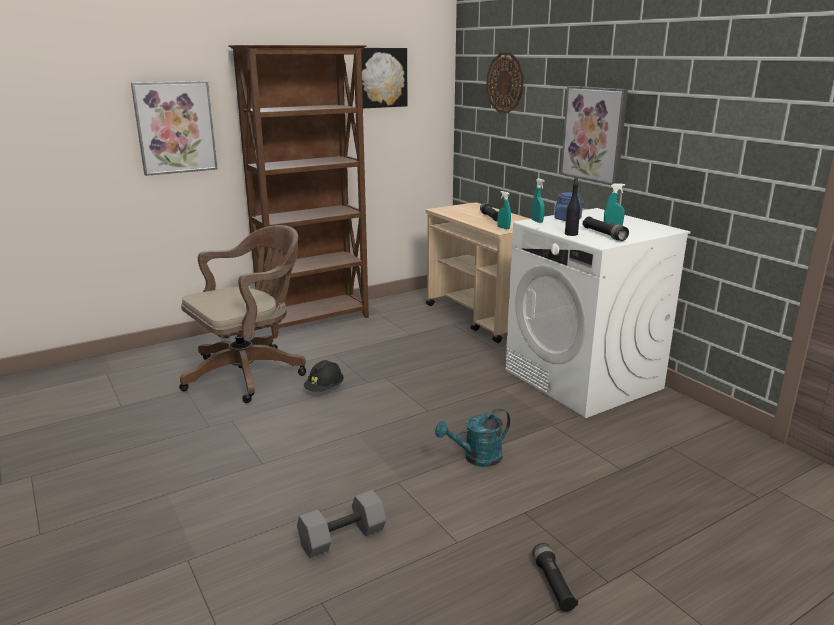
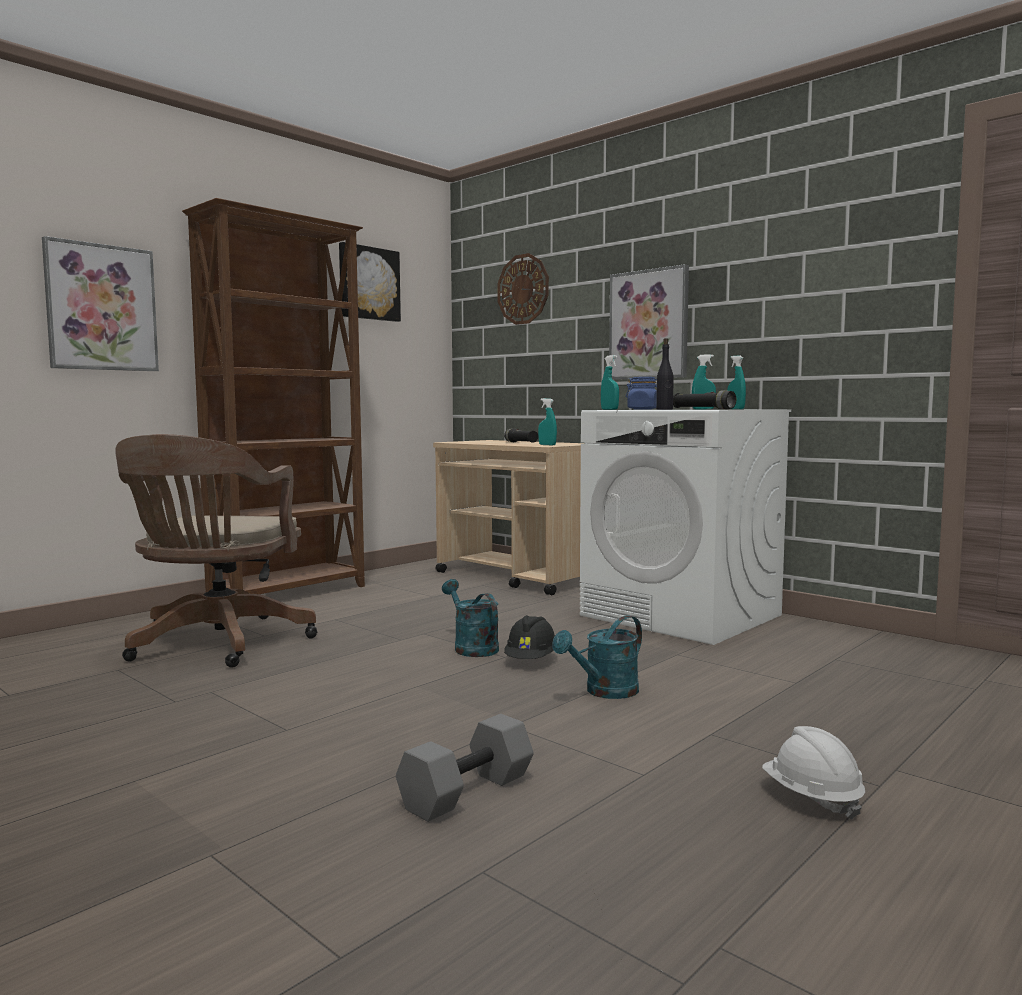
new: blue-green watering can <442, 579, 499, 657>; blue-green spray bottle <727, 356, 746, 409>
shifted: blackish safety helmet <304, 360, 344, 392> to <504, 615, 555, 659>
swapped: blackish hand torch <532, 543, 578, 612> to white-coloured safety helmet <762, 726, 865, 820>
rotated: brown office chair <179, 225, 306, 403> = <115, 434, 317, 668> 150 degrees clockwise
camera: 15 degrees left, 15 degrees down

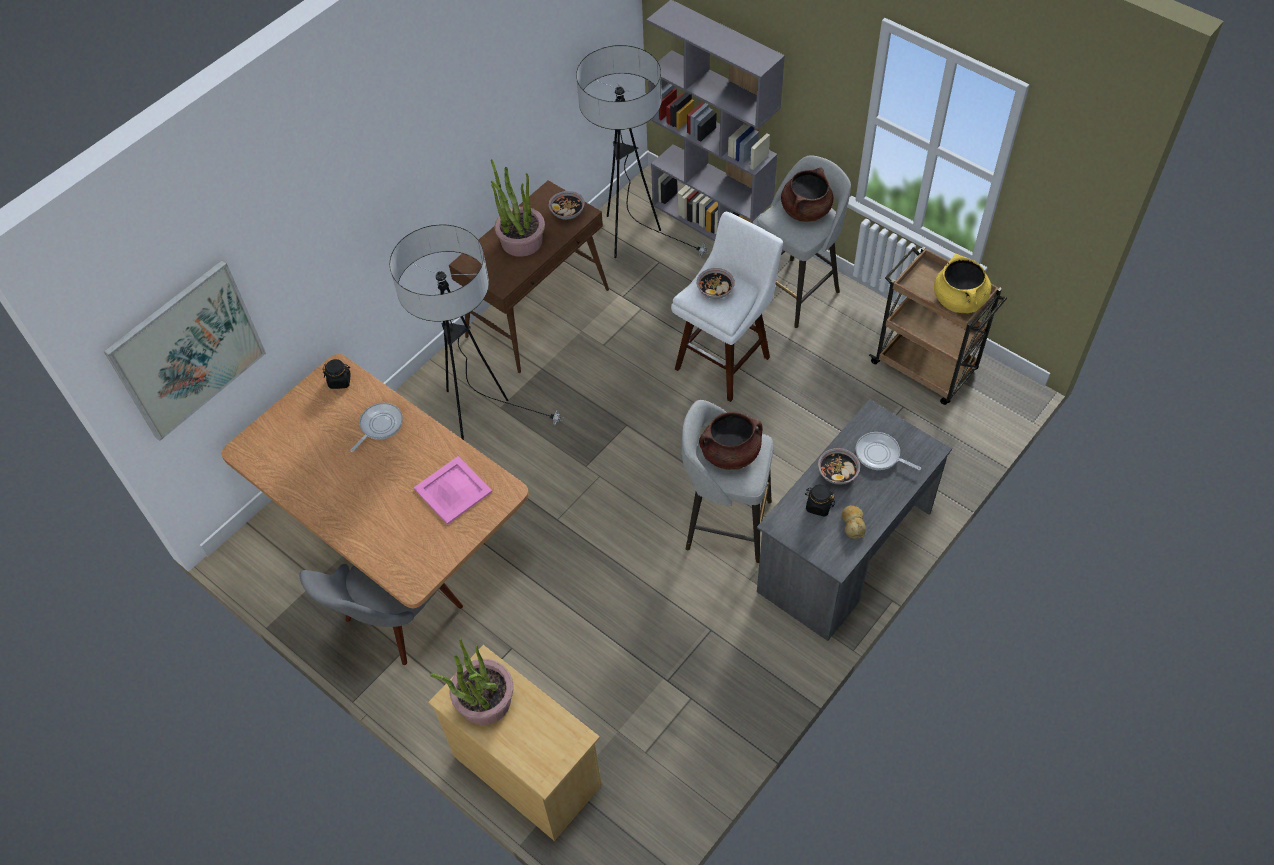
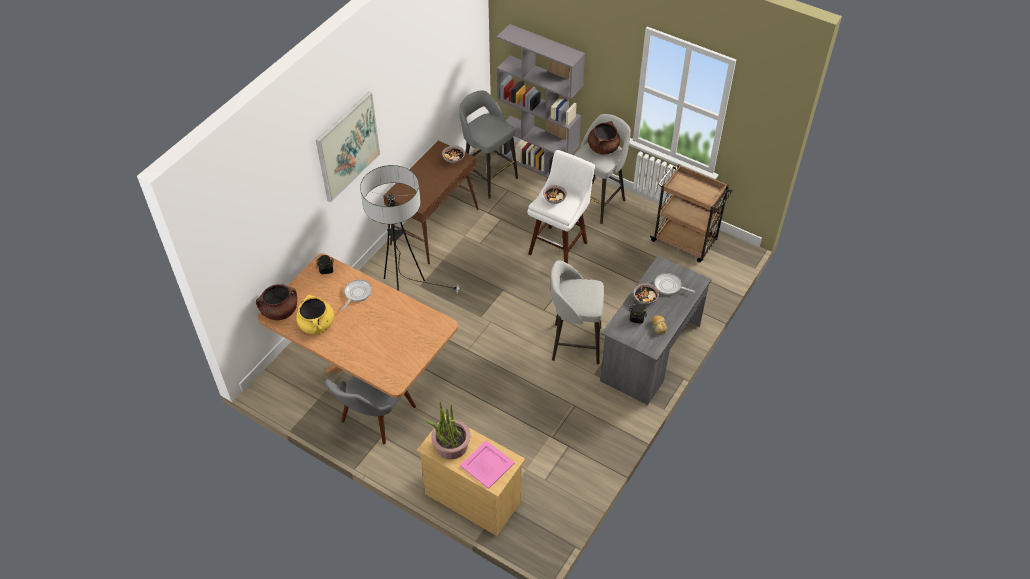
gone: potted plant <491, 159, 545, 257>
shifted: picture <104, 260, 266, 441> to <316, 92, 380, 202>; pinkish tray <414, 456, 492, 525> to <460, 441, 515, 489>; brown cooking pot <699, 412, 763, 470> to <256, 284, 297, 320>; yellow-coloured cooking pot <934, 254, 991, 313> to <296, 294, 334, 334>
swapped: standard lamp <576, 45, 710, 258> to gray sitting stool <459, 90, 518, 199>
camera: 10 degrees left, 5 degrees down

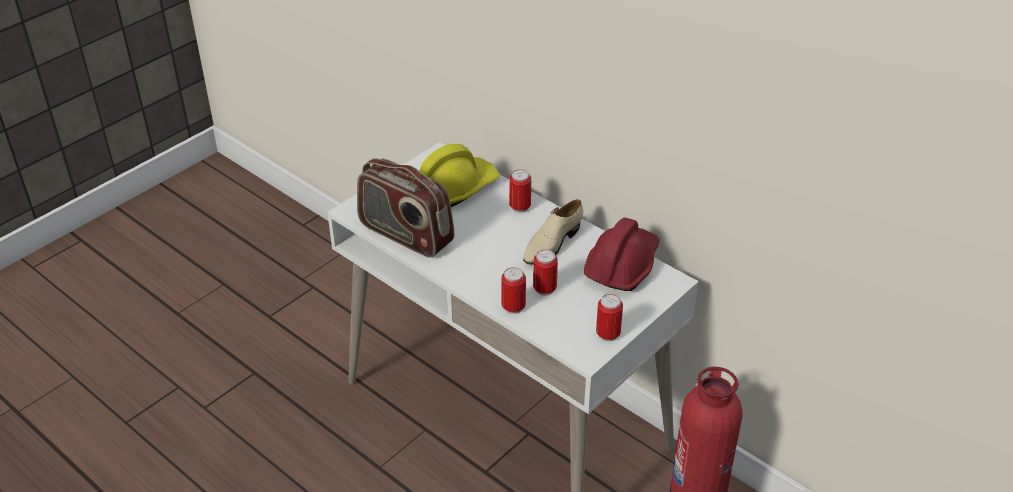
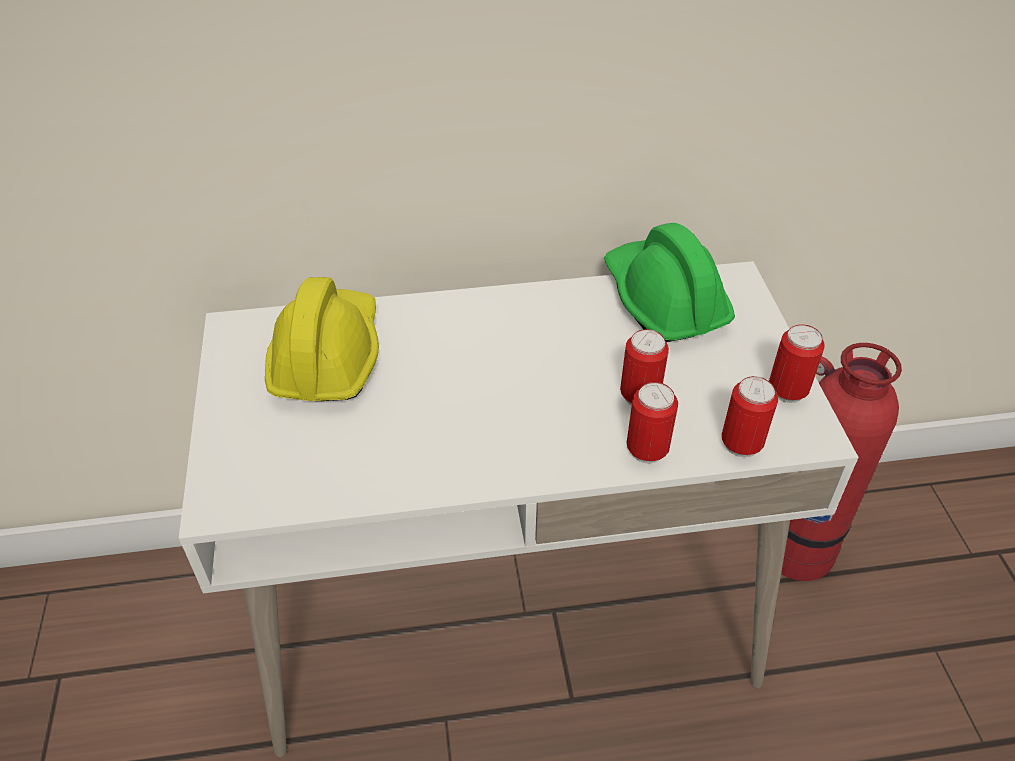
gone: radio <357, 158, 454, 258>; beige-coloured shoe <523, 199, 583, 265>
shifted: metal can <509, 169, 531, 213> to <722, 376, 778, 457>
repainted: reddish safety helmet <584, 218, 660, 291> to green safety helmet <604, 223, 735, 342>
camera: 50 degrees left, 5 degrees up

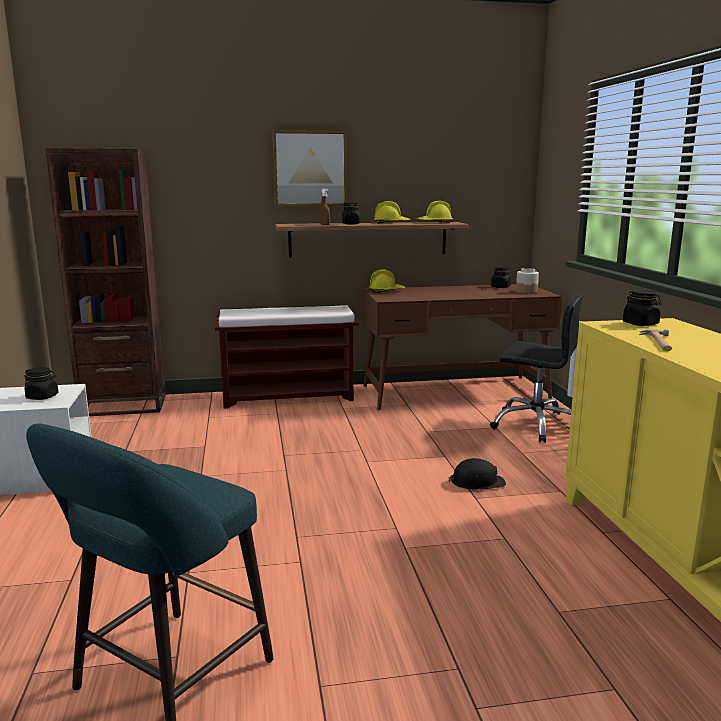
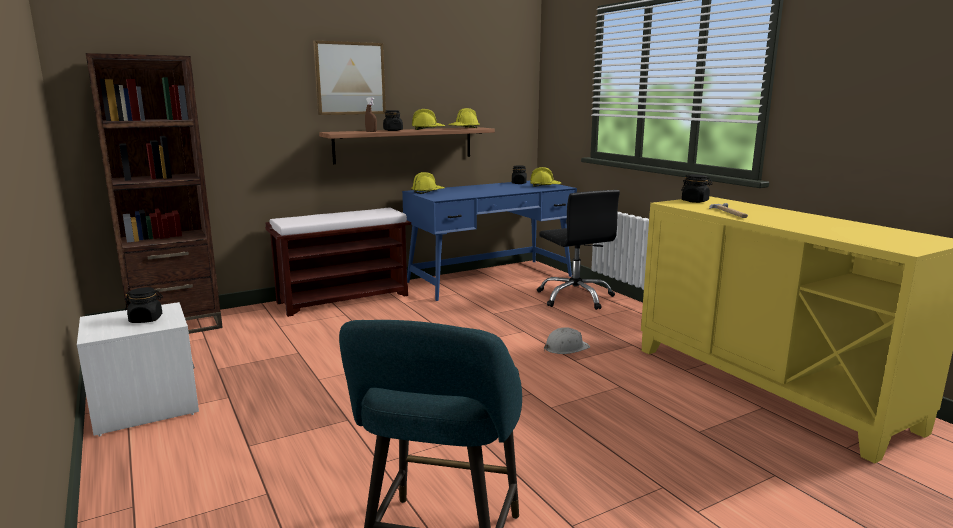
swapped: storage jar <516, 268, 539, 294> to yellow-coloured safety helmet <530, 167, 561, 187>
repainted: brown desk unit <363, 284, 562, 410> to blue desk unit <402, 181, 577, 301>; blackish safety helmet <448, 458, 506, 490> to white-coloured safety helmet <544, 327, 590, 354>
rotated: blackish office chair <490, 295, 583, 443> = <537, 190, 620, 310> 60 degrees clockwise
camera: 20 degrees left, 0 degrees up

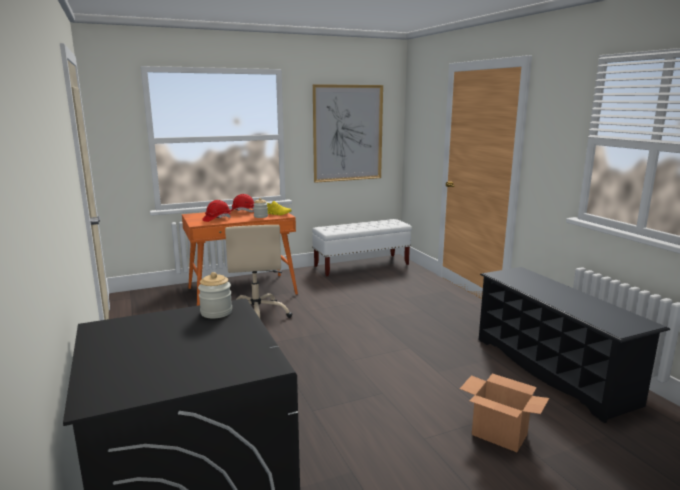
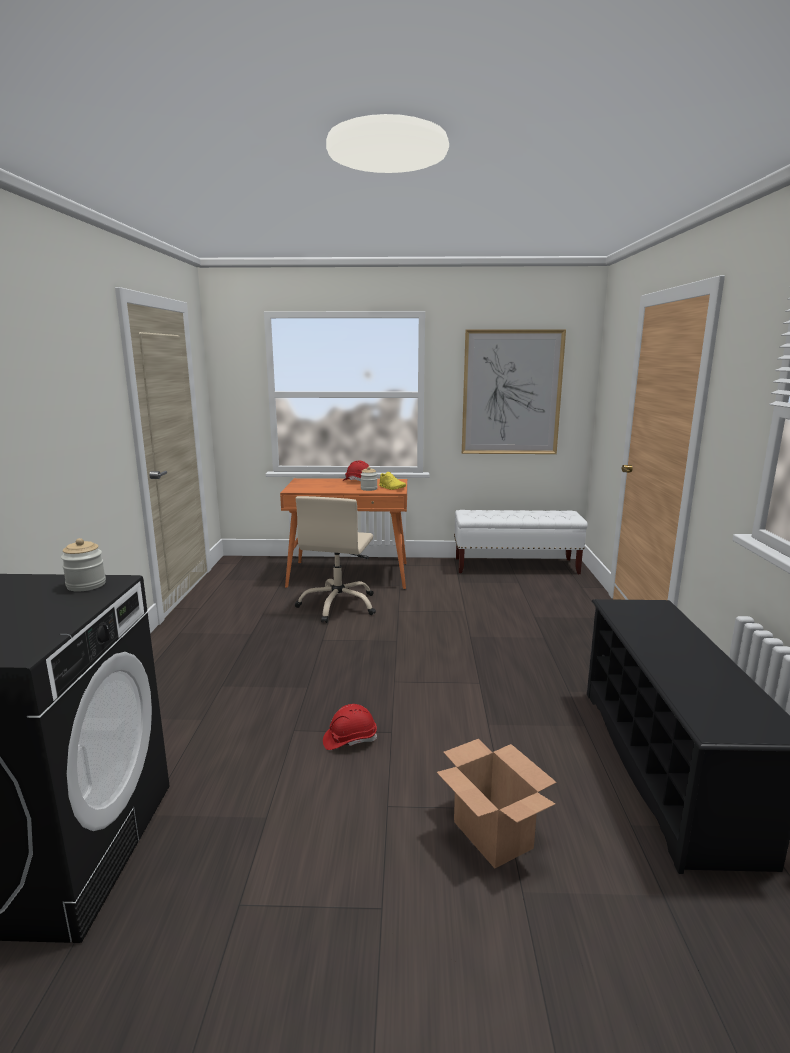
shifted: reddish safety helmet <202, 200, 231, 222> to <323, 704, 377, 750>
camera: 25 degrees right, 0 degrees up

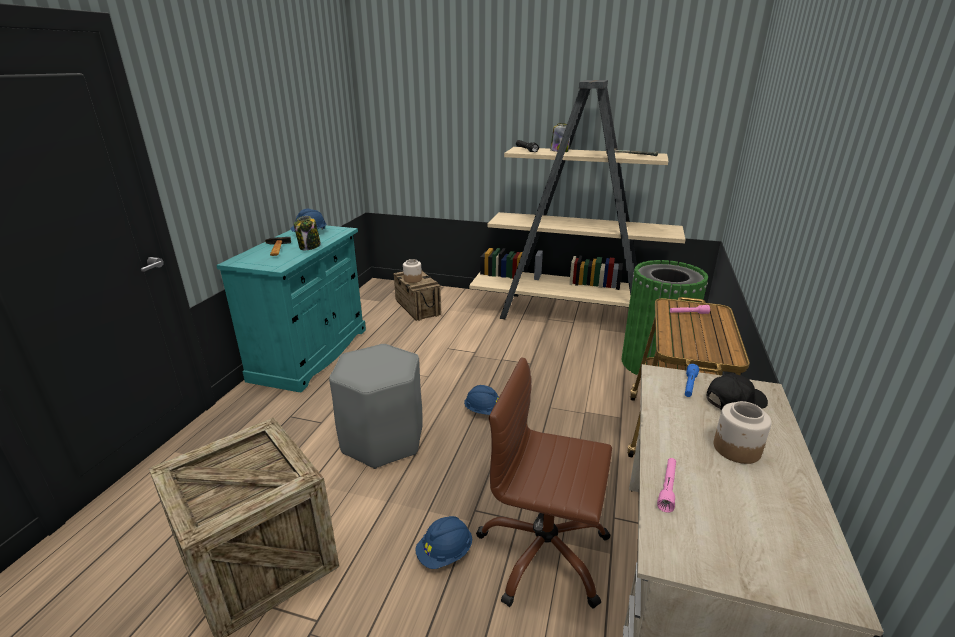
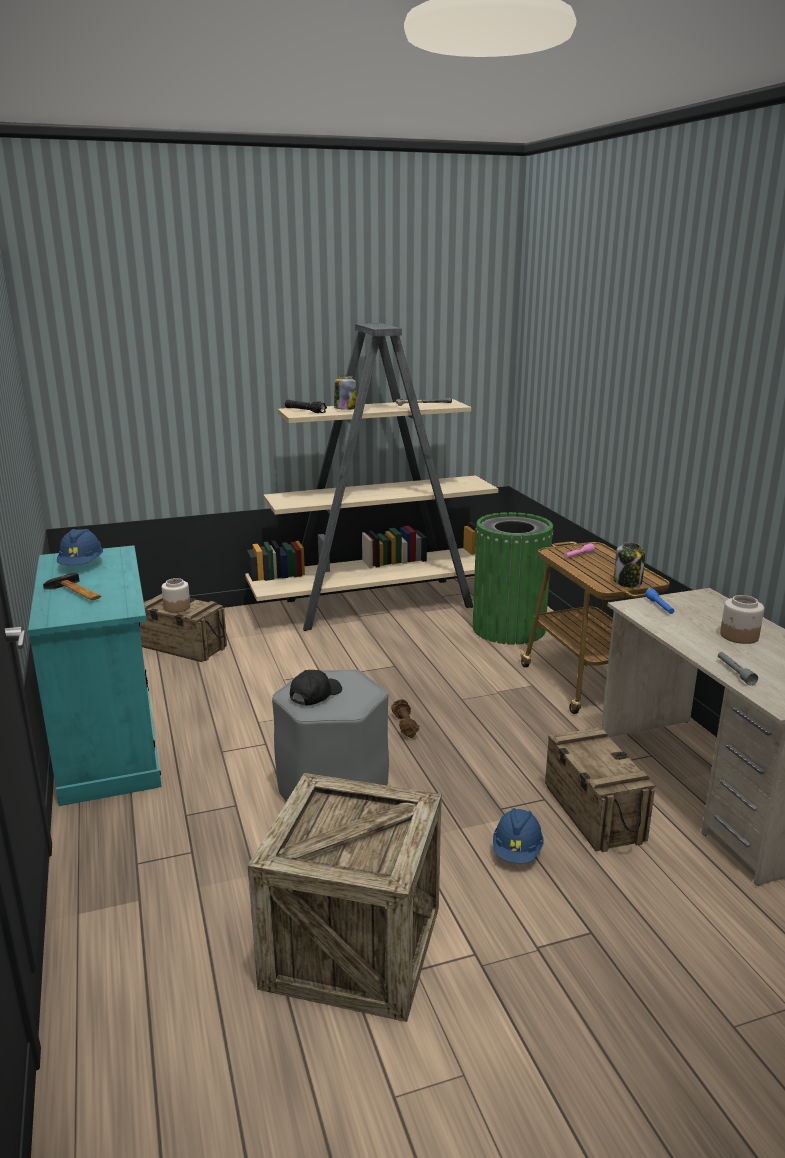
shifted: storage jar <294, 216, 321, 250> to <614, 542, 645, 588>; blackish cap <707, 373, 768, 410> to <290, 670, 342, 706>
swapped: blue safety helmet <464, 385, 499, 415> to brown hand weight <391, 699, 419, 738>; brown office chair <476, 358, 612, 608> to shipping crate <545, 727, 655, 852>
repainted: pinkish hand torch <657, 458, 676, 513> to gray hand torch <718, 652, 758, 685>
camera: 35 degrees left, 5 degrees down

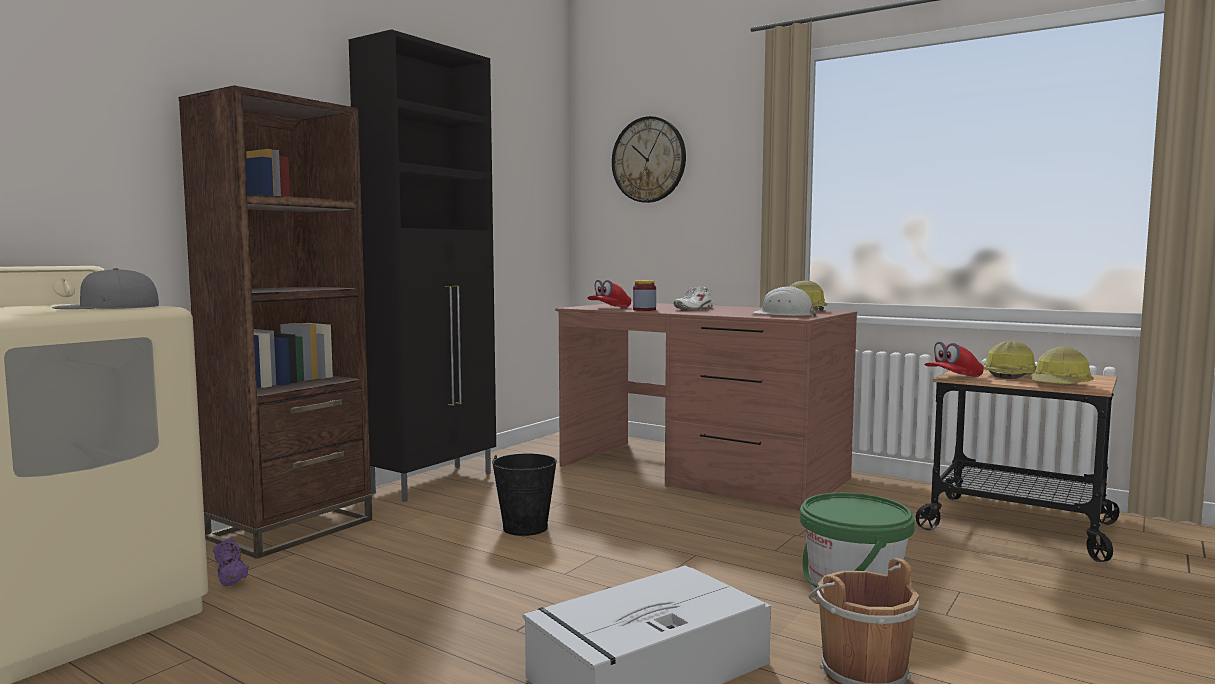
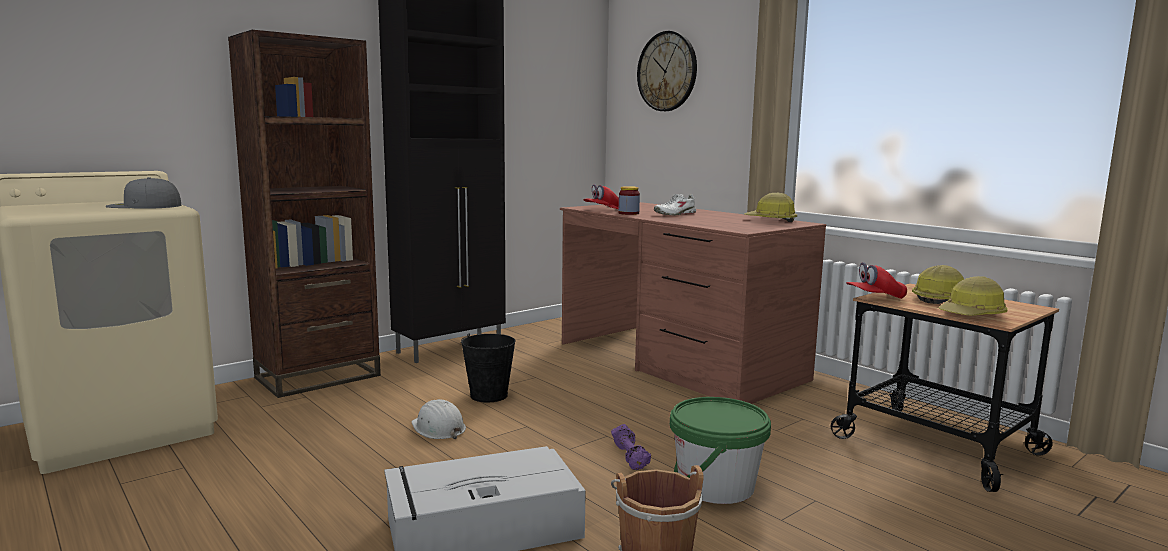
shifted: purple hand weight <213, 538, 248, 586> to <611, 424, 651, 470>; white-coloured safety helmet <752, 287, 819, 317> to <411, 399, 466, 439>
camera: 15 degrees right, 5 degrees up

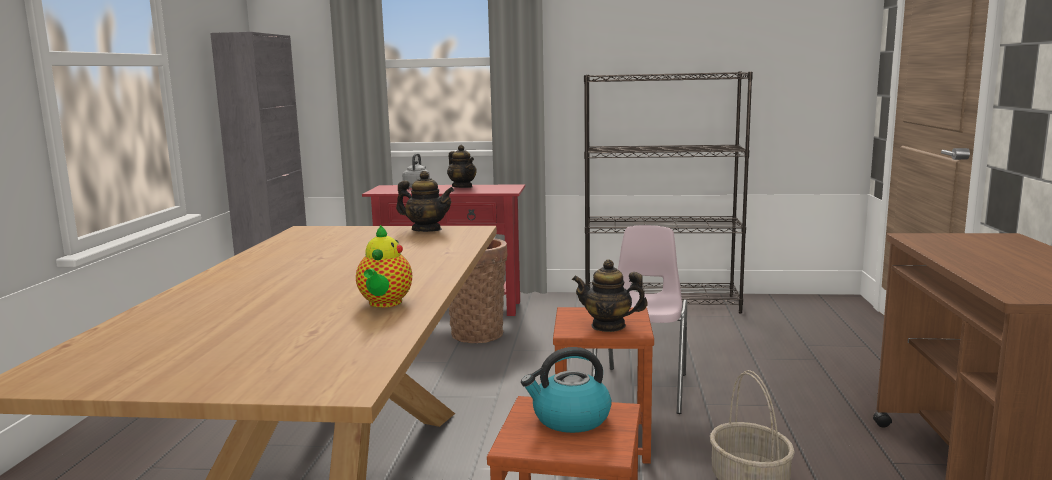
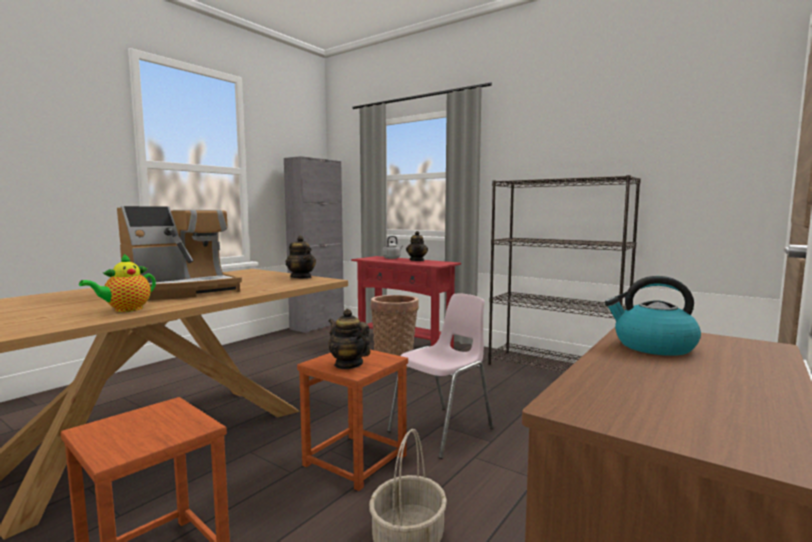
new: coffee maker <117, 206, 242, 300>
shifted: water kettle <521, 347, 612, 433> to <605, 276, 701, 356>
camera: 30 degrees right, 5 degrees down

